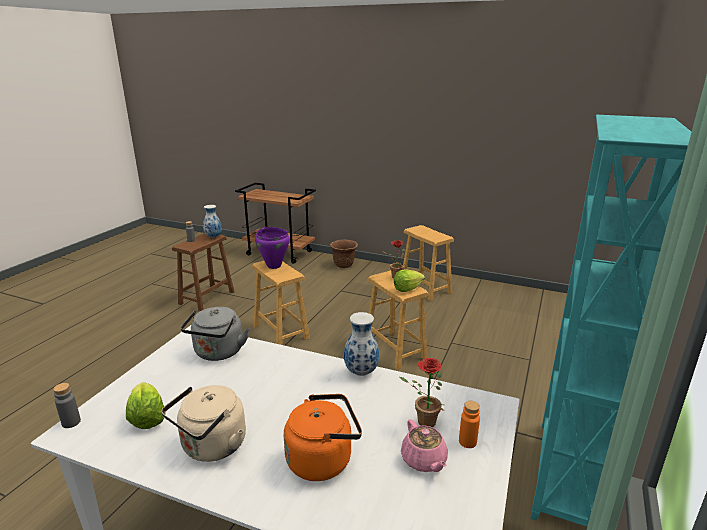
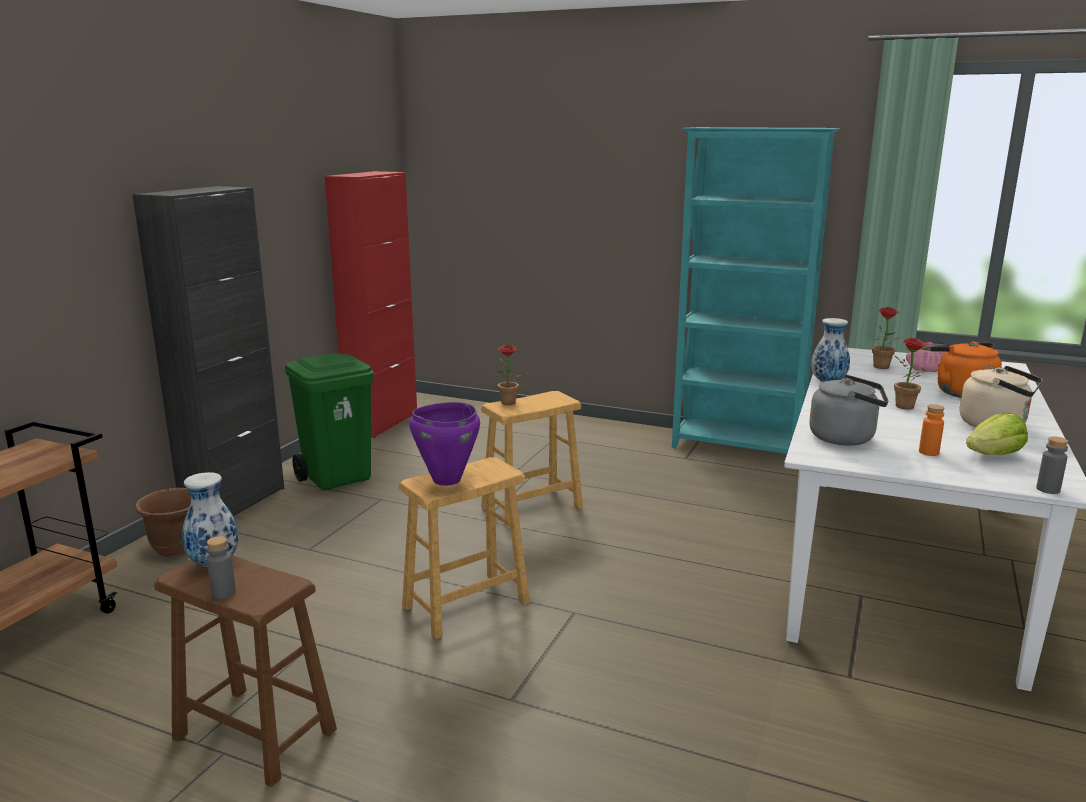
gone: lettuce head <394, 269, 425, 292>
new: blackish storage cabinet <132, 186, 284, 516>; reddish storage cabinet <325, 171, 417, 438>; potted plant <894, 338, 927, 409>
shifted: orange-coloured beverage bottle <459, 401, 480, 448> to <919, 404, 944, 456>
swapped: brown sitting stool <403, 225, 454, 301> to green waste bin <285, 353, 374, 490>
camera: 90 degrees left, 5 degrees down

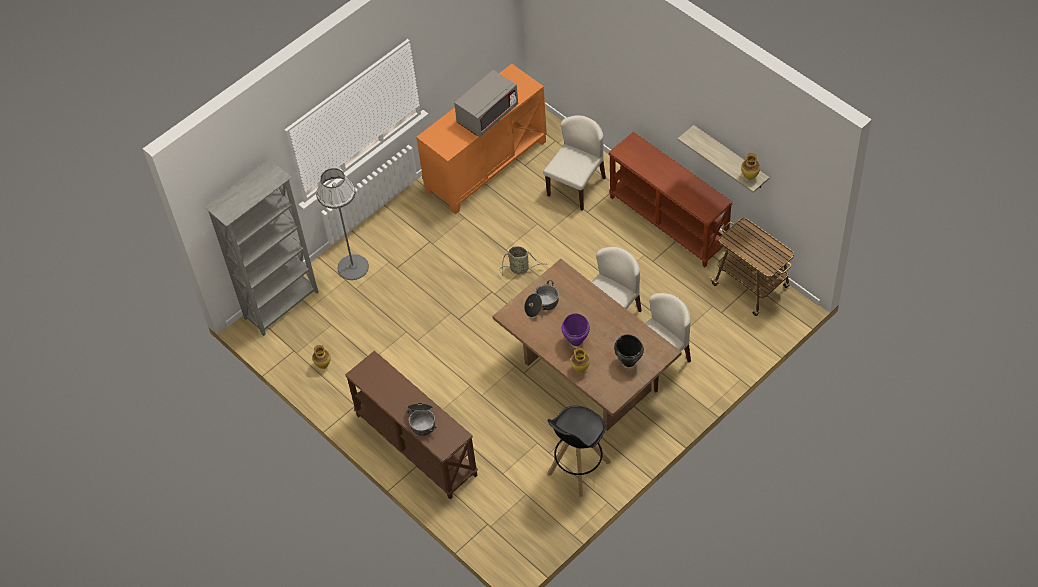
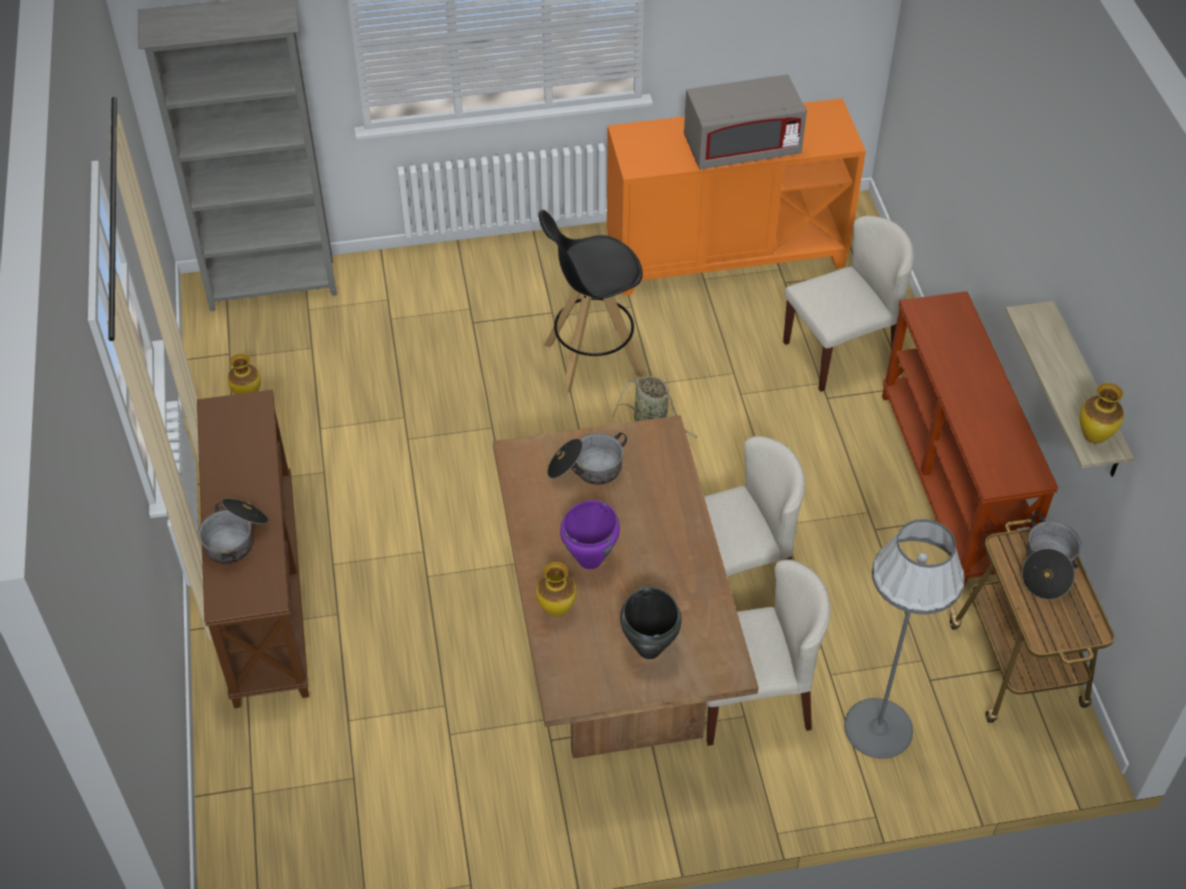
new: cooking pot <1022, 514, 1082, 599>
shifted: gray standard lamp <316, 168, 369, 280> to <844, 519, 965, 759>; blackish sitting stool <547, 406, 611, 497> to <538, 210, 645, 394>
camera: 30 degrees right, 5 degrees down

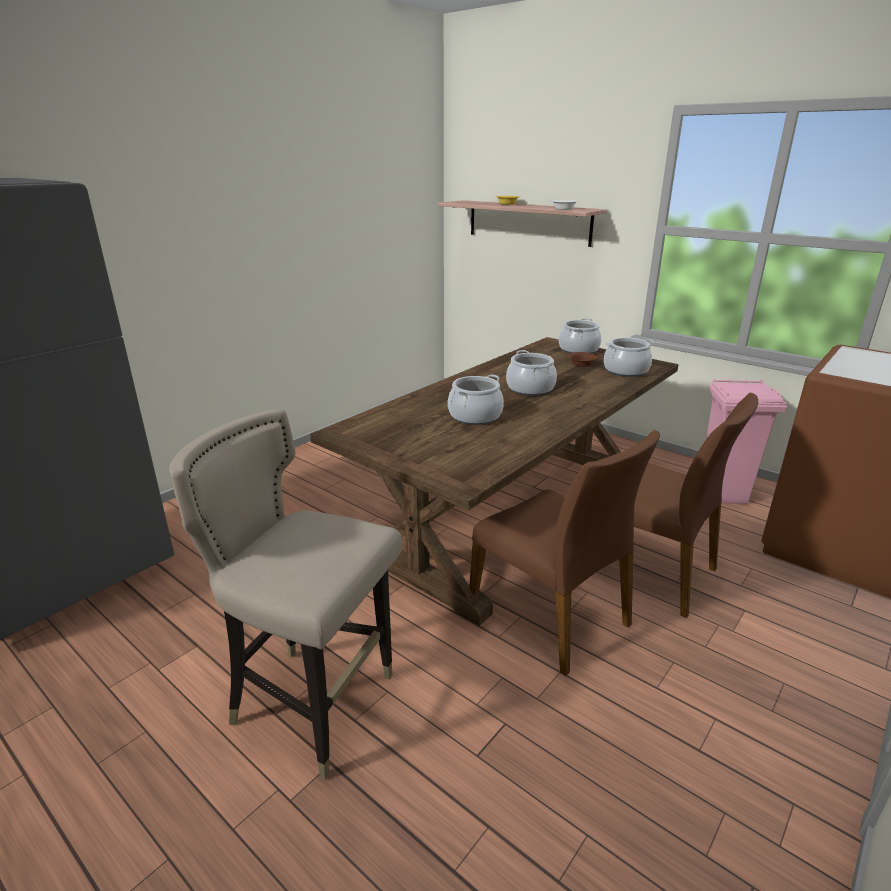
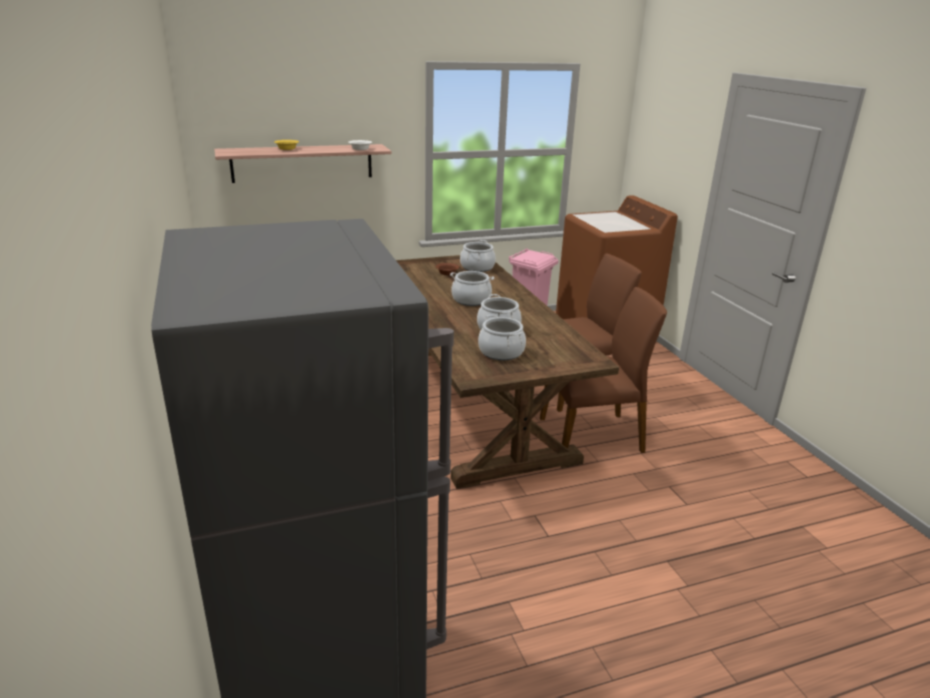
gone: beige-coloured sitting stool <169, 409, 402, 780>
shifted: cooking pot <559, 318, 601, 354> to <478, 315, 526, 360>
camera: 60 degrees left, 0 degrees up

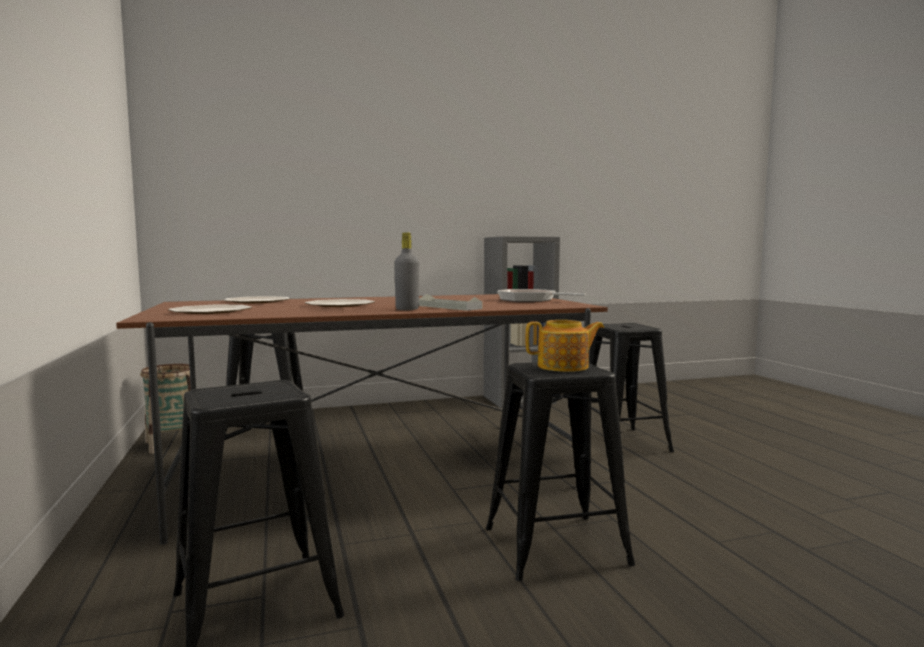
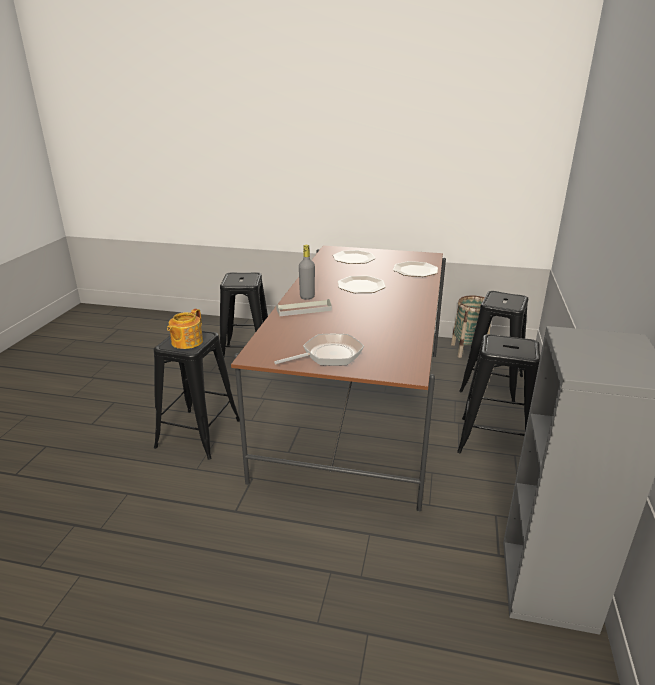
shifted: blackish sitting stool <589, 323, 674, 452> to <457, 334, 540, 453>
camera: 120 degrees right, 20 degrees up

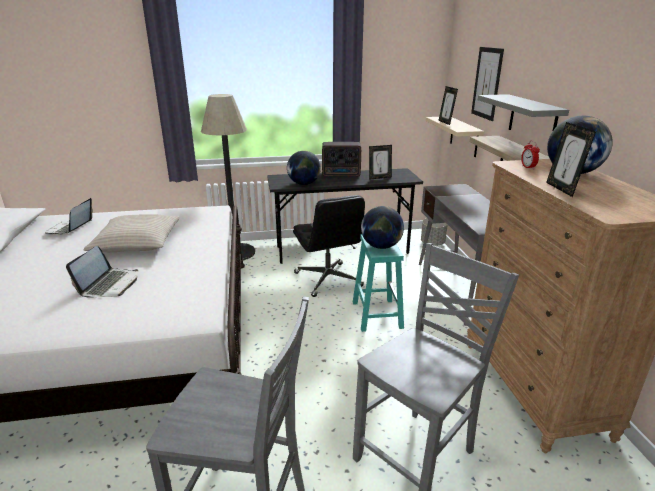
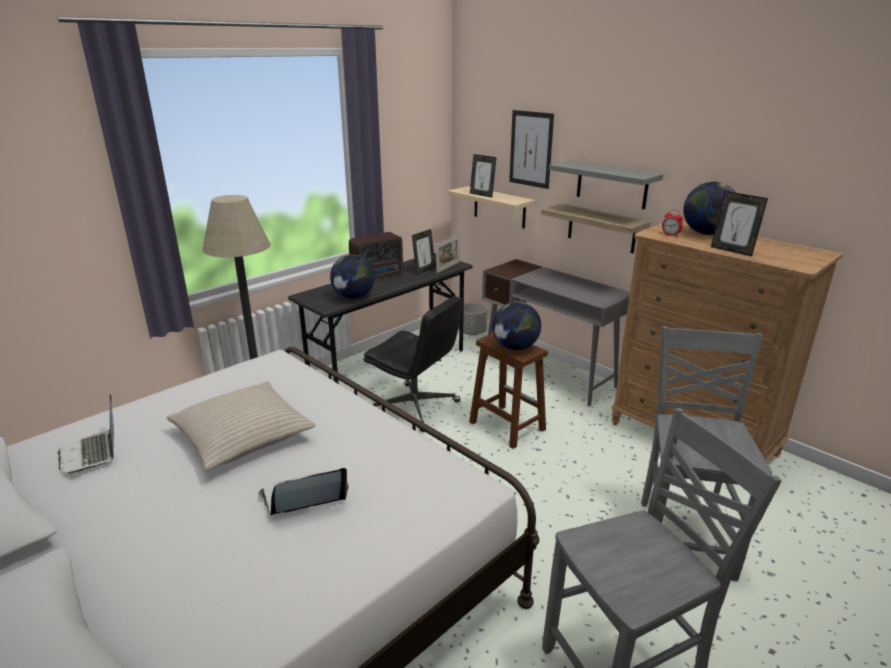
new: standing frame <436, 234, 460, 273>
repainted: blue-green sitting stool <353, 234, 404, 332> to brown sitting stool <469, 333, 548, 449>
rotated: notebook computer <66, 246, 138, 298> = <258, 468, 349, 515> 90 degrees counterclockwise
camera: 35 degrees left, 0 degrees up

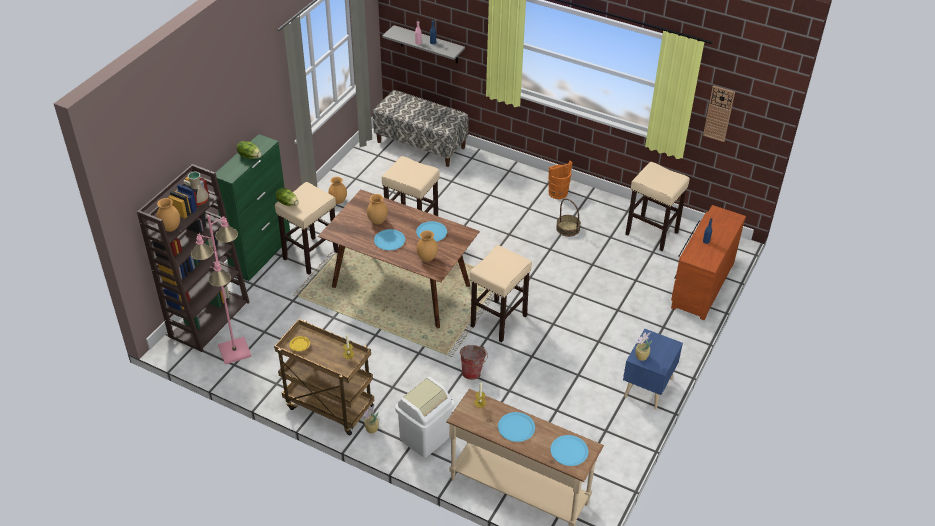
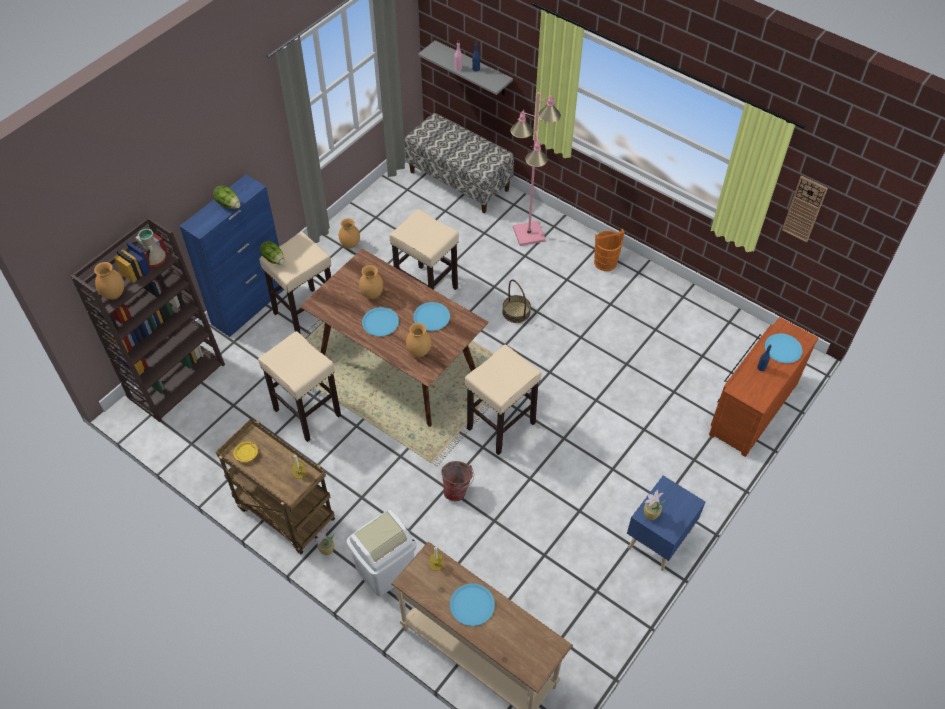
shifted: pinkish standard lamp <191, 215, 252, 365> to <510, 92, 561, 246>; blue flat dish <551, 435, 589, 466> to <765, 333, 802, 363>; storage basket <556, 198, 581, 237> to <502, 279, 531, 323>; beige-coloured sitting stool <625, 162, 690, 251> to <258, 331, 341, 442>
repainted: green storage cabinet <216, 134, 291, 281> to blue storage cabinet <180, 175, 284, 337>
camera: 10 degrees right, 10 degrees up

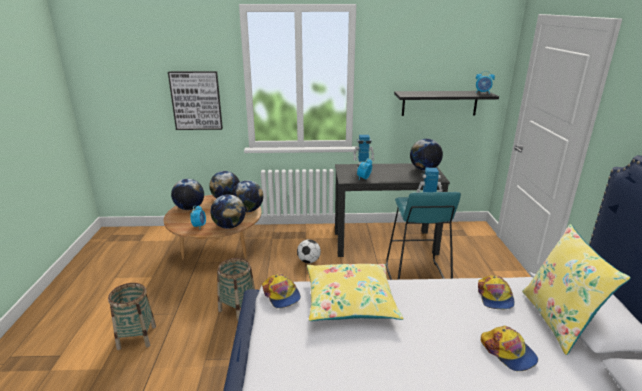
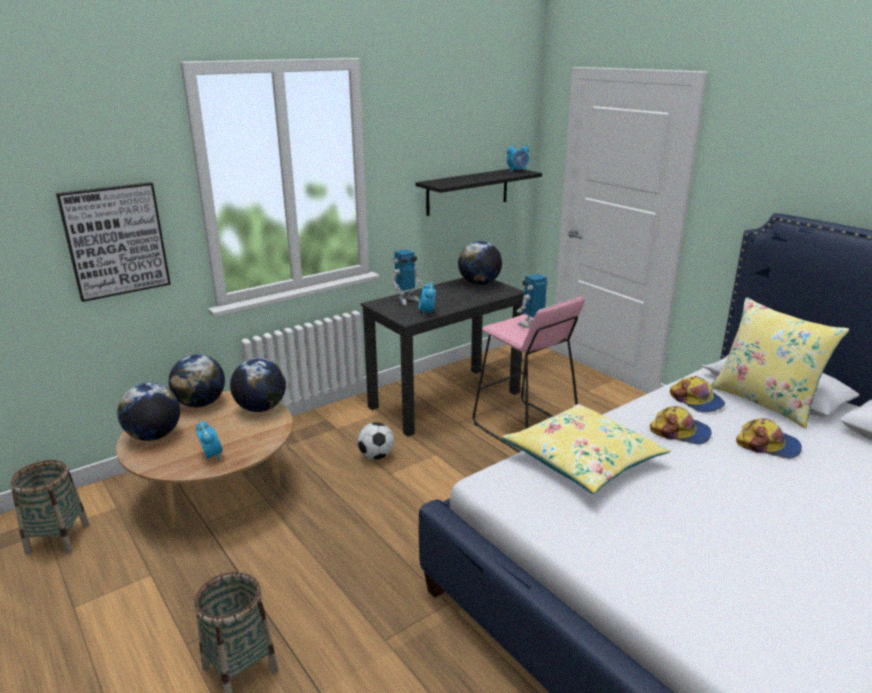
gone: world globe <210, 194, 246, 229>
shifted: storage basket <217, 258, 255, 321> to <11, 460, 89, 555>; cap <262, 273, 301, 308> to <650, 406, 712, 445>
repainted: blue-green sitting stool <386, 192, 461, 280> to pinkish sitting stool <473, 297, 585, 453>
camera: 35 degrees left, 0 degrees up

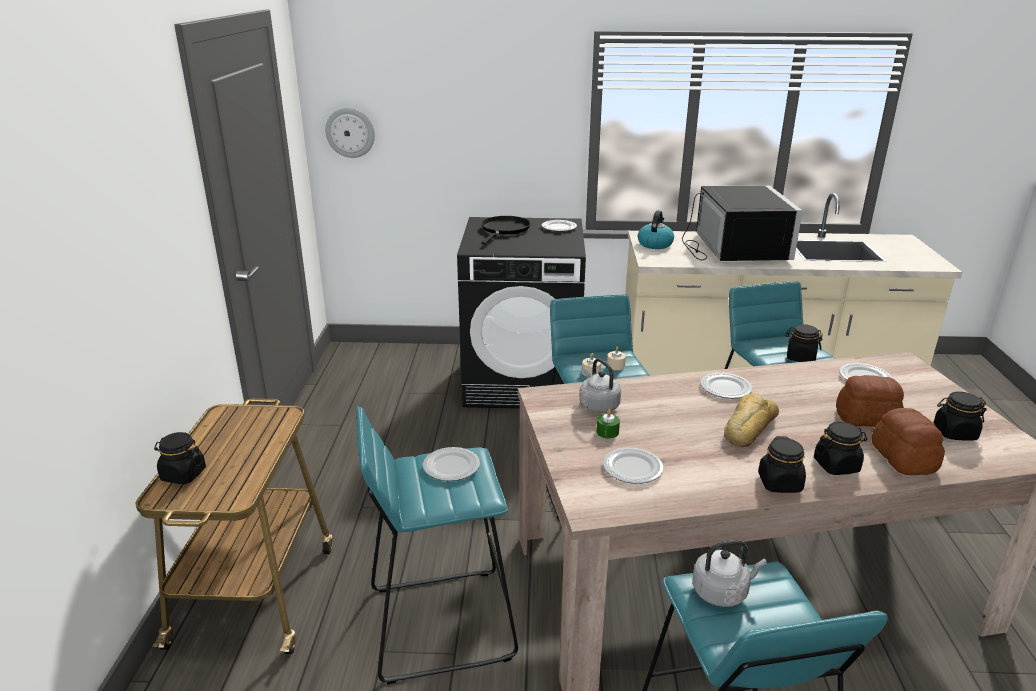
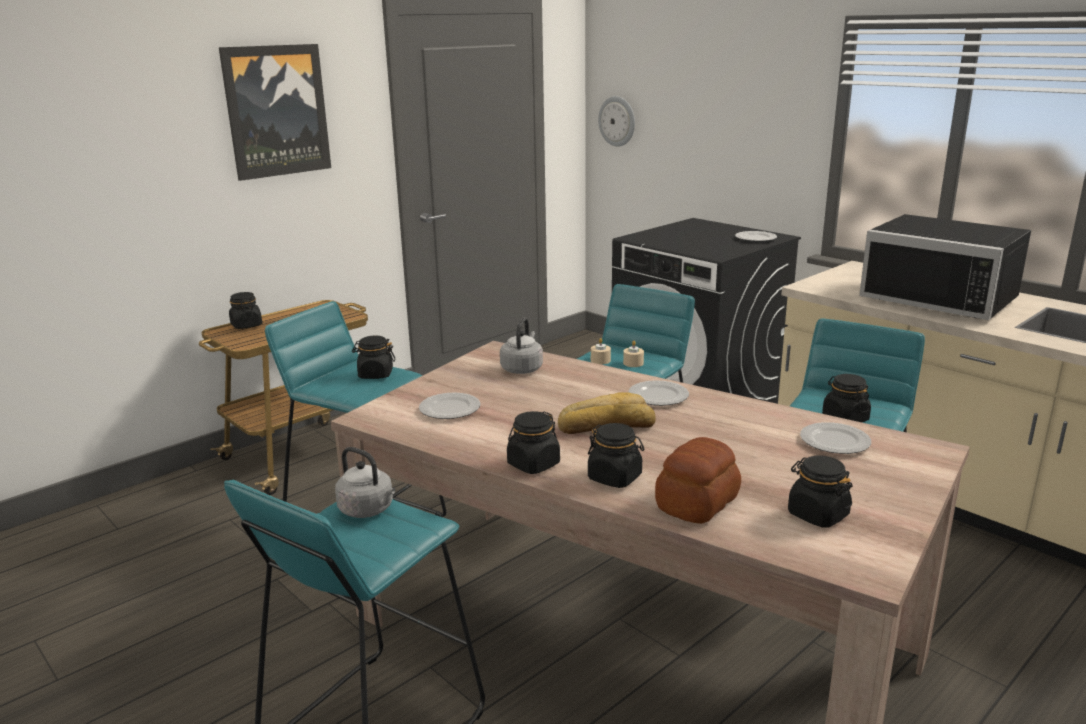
gone: blackish frying pan <481, 216, 530, 245>; green wax light <597, 409, 620, 439>; water kettle <638, 210, 674, 249>; bread <836, 375, 904, 427>
new: picture <219, 44, 331, 181>
swapped: flat dish <423, 447, 480, 481> to blackish storage jar <352, 336, 395, 379>
rotated: blackish microwave <682, 185, 803, 261> = <859, 214, 1031, 320> 90 degrees clockwise
camera: 45 degrees right, 5 degrees down

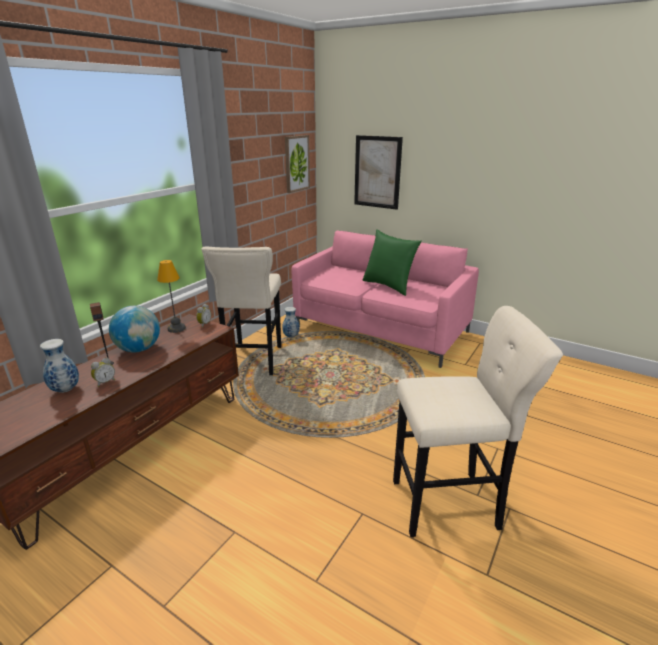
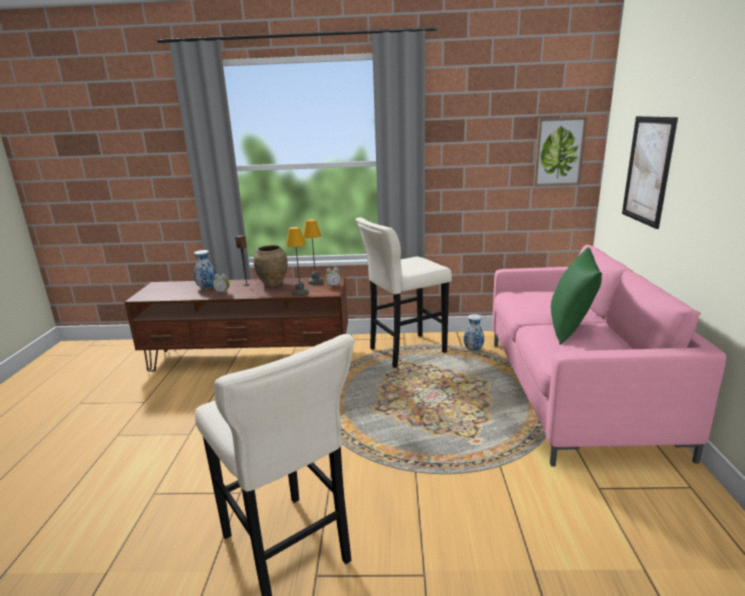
new: table lamp <286, 227, 309, 296>
swapped: world globe <109, 306, 160, 352> to brown decorative vase <254, 245, 288, 287>
camera: 60 degrees right, 5 degrees down

